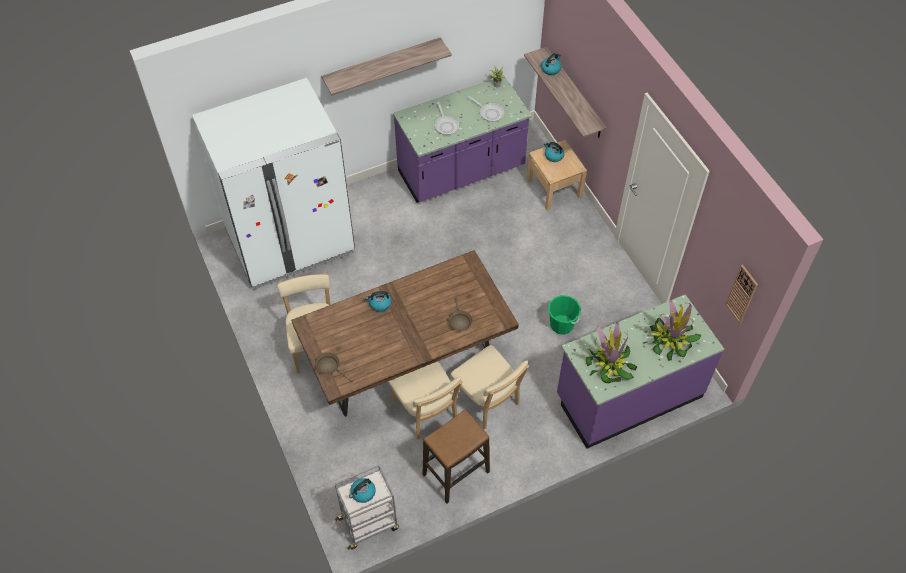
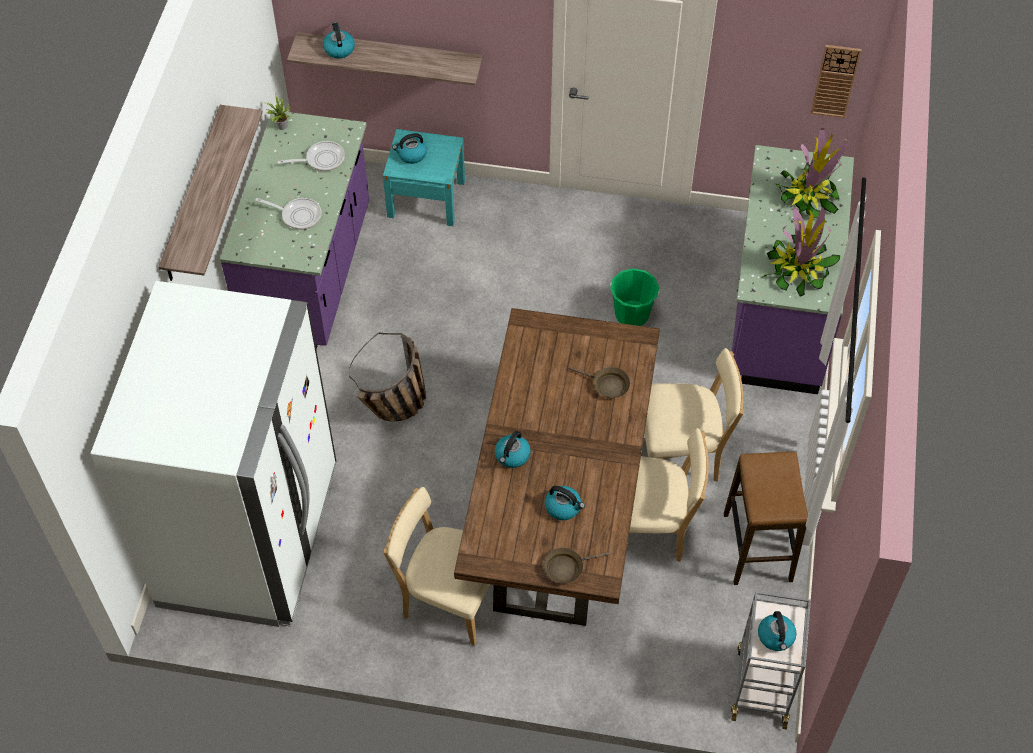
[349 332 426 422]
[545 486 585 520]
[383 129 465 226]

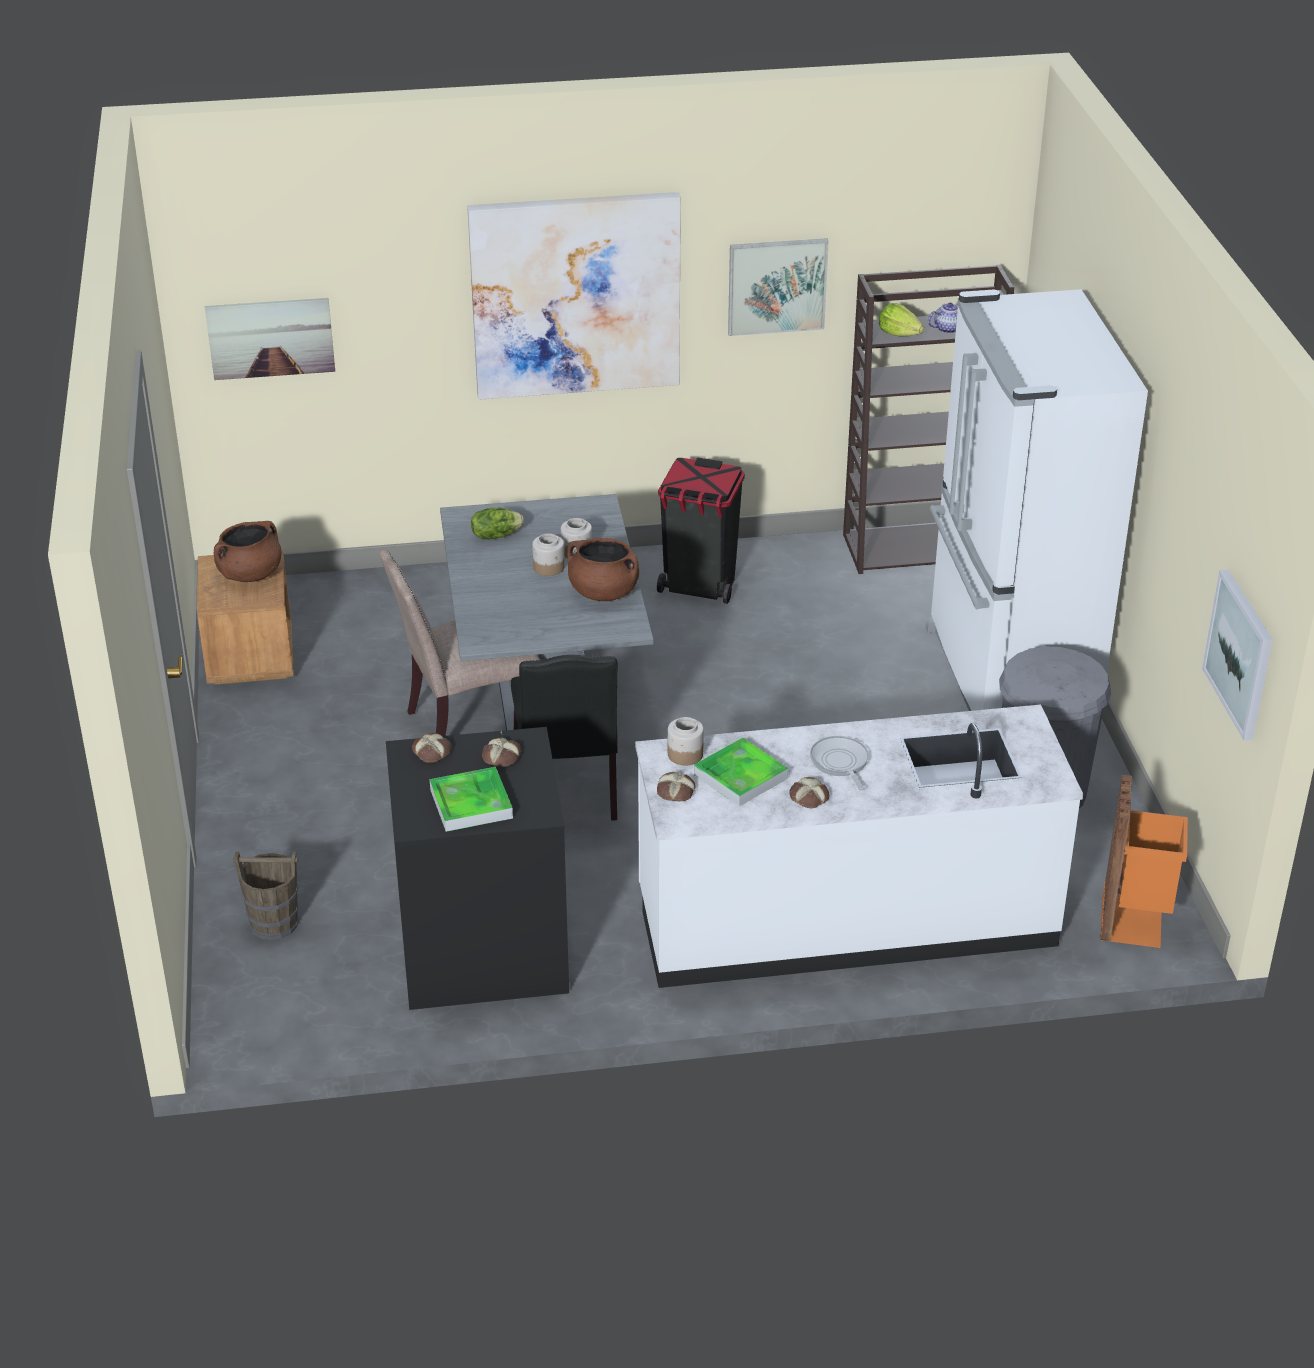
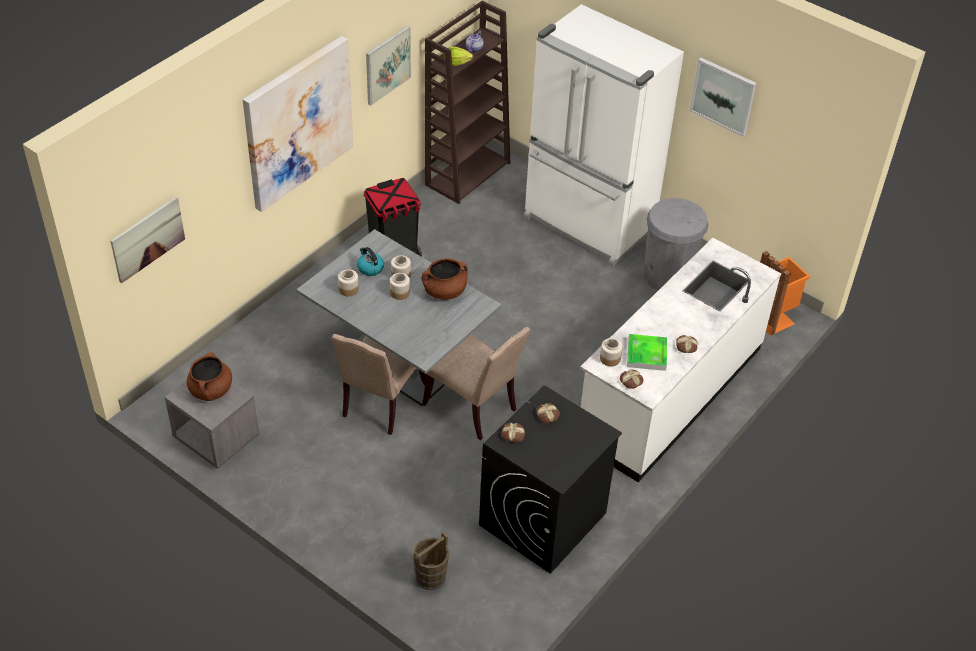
[430 767 513 832] (first image)
[810 736 869 790] (first image)
[357 247 384 276]
[690 58 756 137]
[338 269 359 296]
[165 380 259 469]
[423 327 530 440]

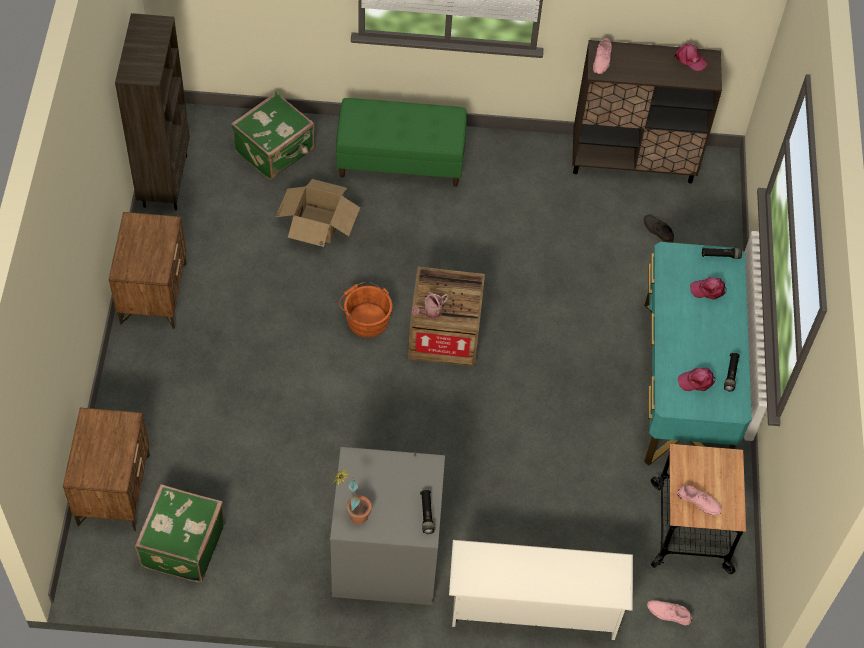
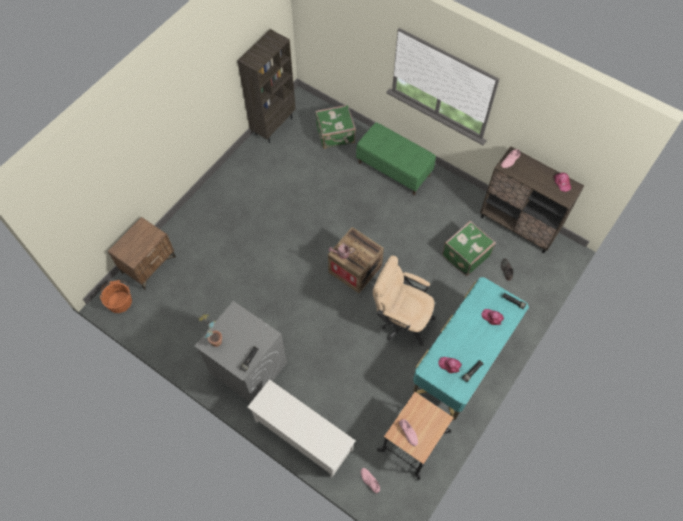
[109 212 187 329] (first image)
[276 179 360 247] (first image)
[373 255 436 346]
[442 221 496 276]
[100 280 132 313]

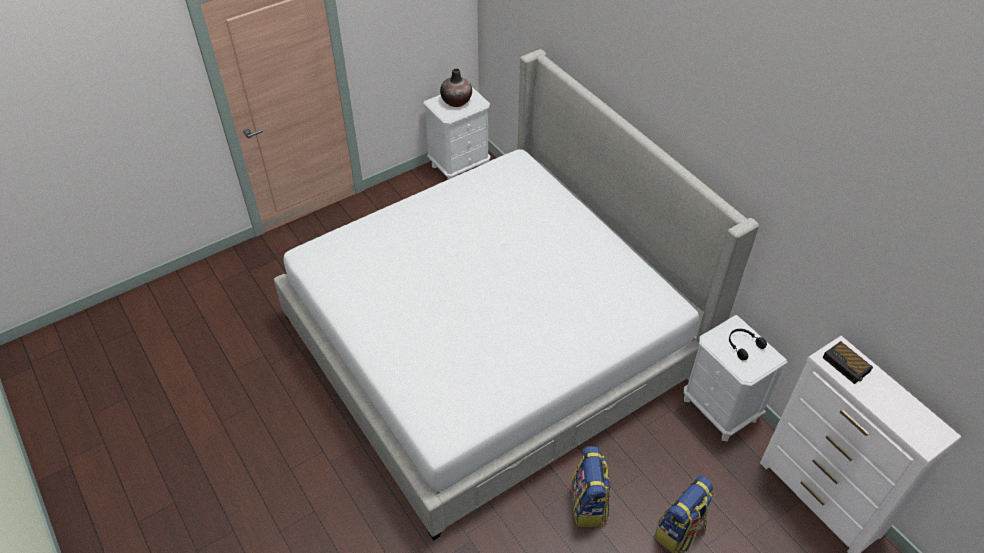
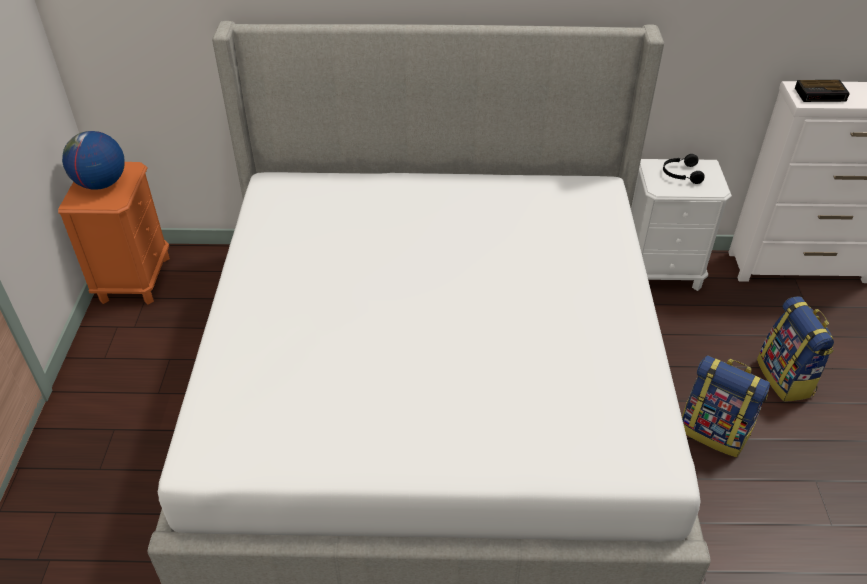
[62 131 125 190]
[58 162 170 305]

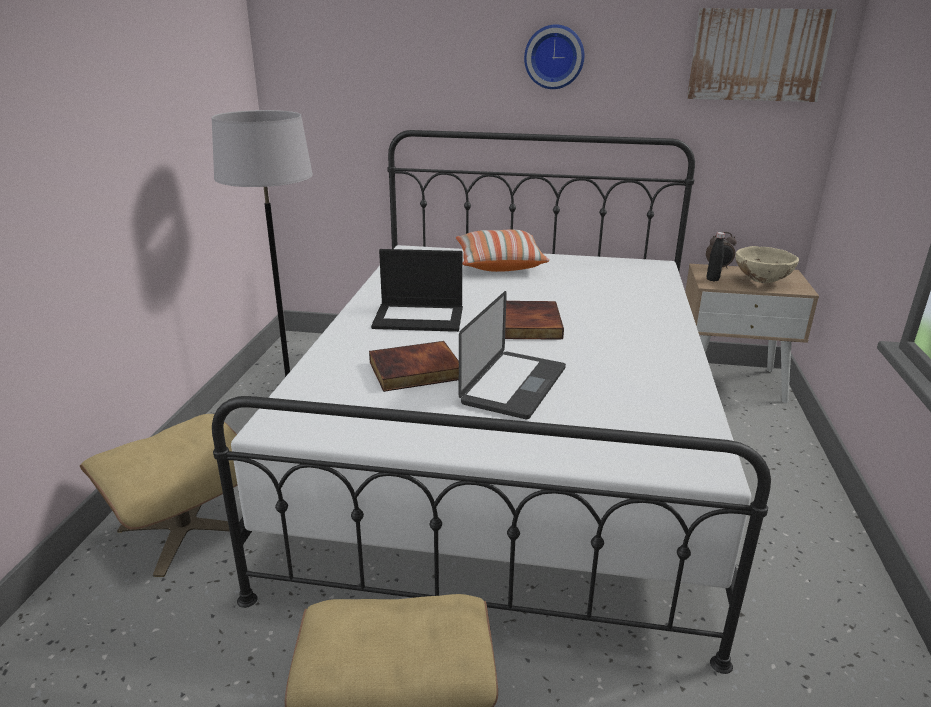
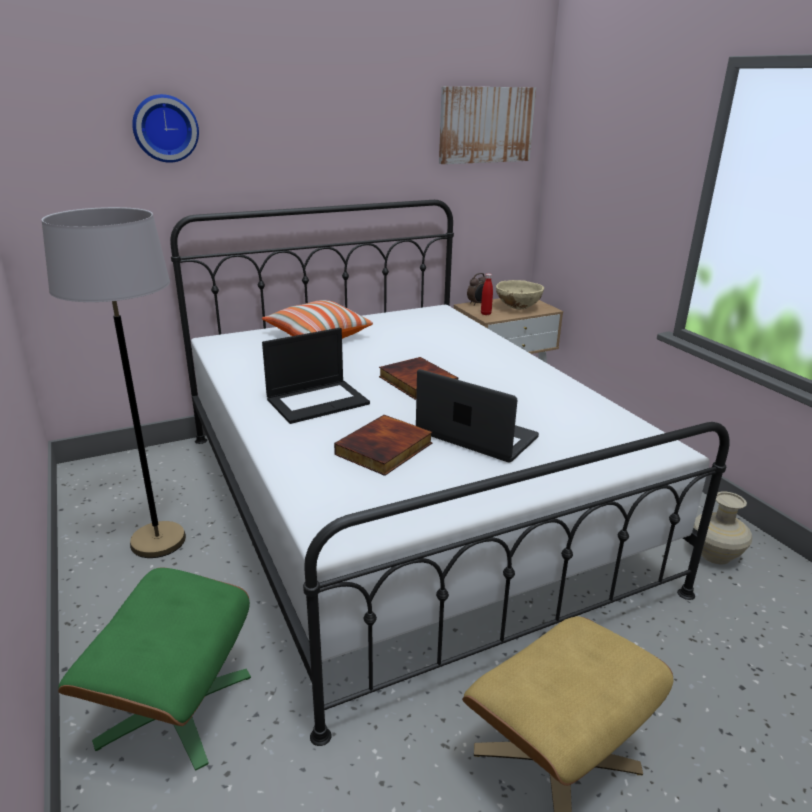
[693 491 752 565]
[132 94 199 163]
[58 567 251 771]
[481 274 493 315]
[416 369 539 462]

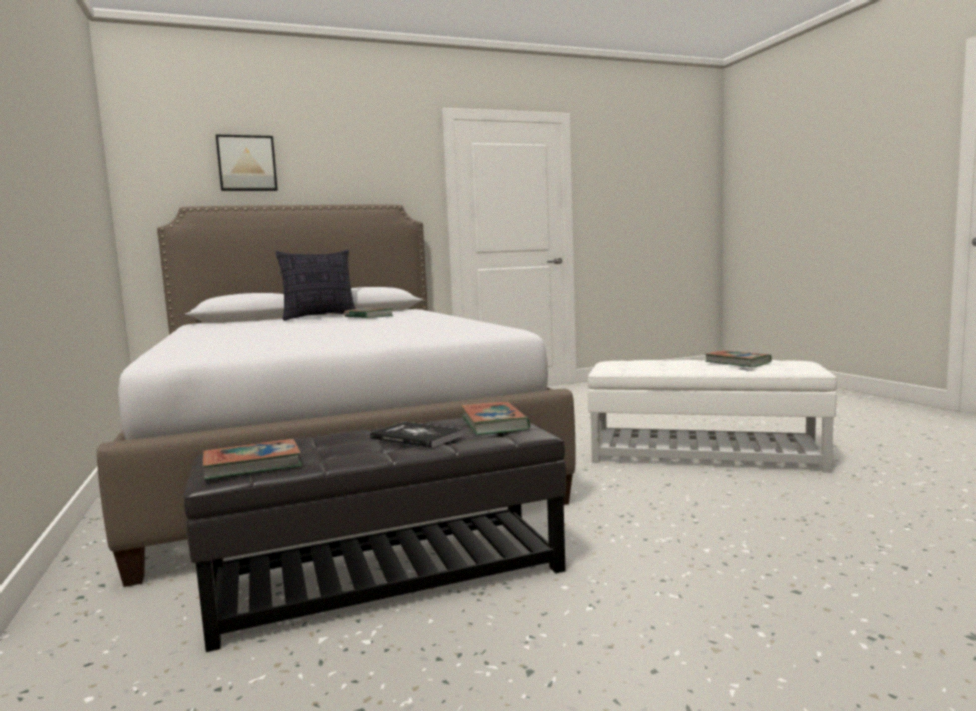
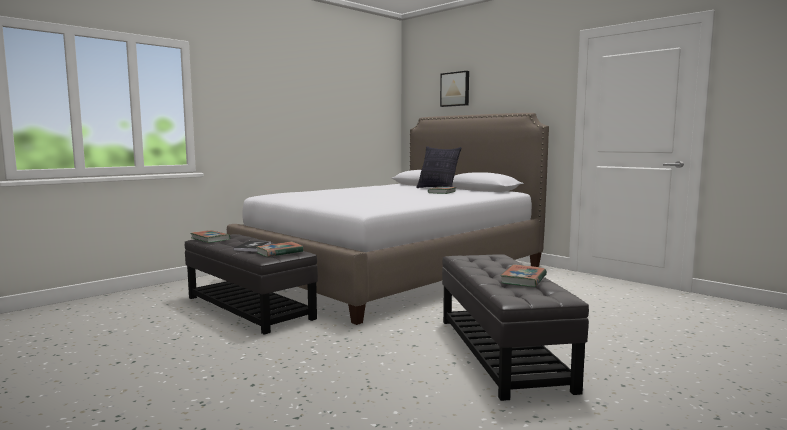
[442 254 589 401]

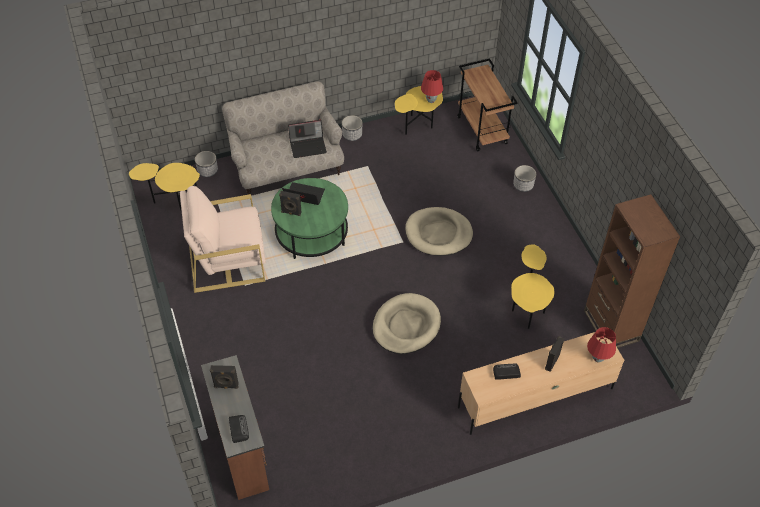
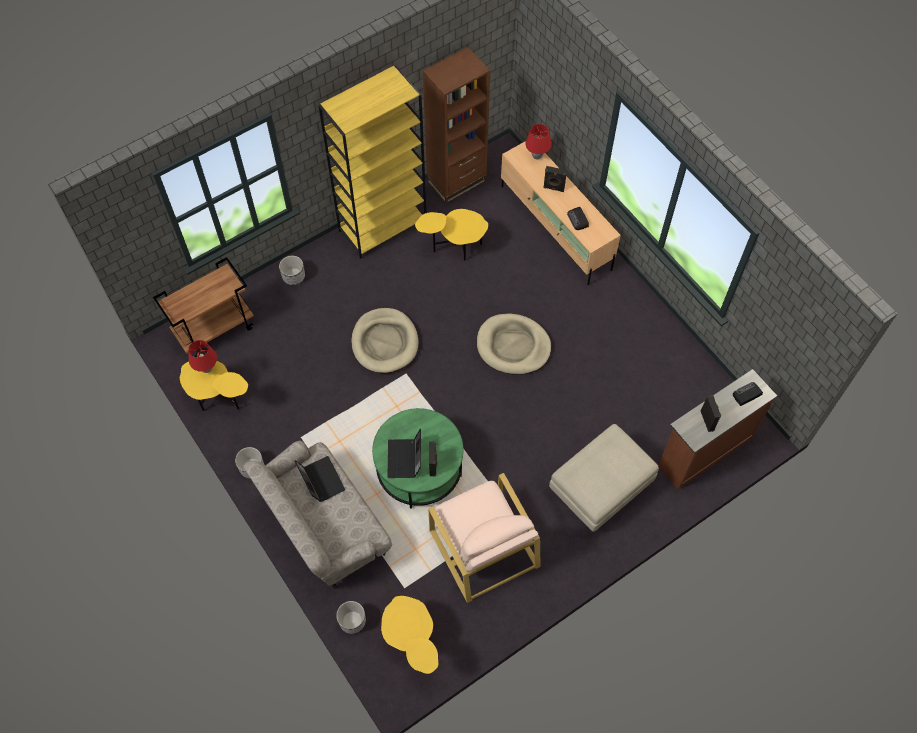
[318 66 427 259]
[549 424 659 534]

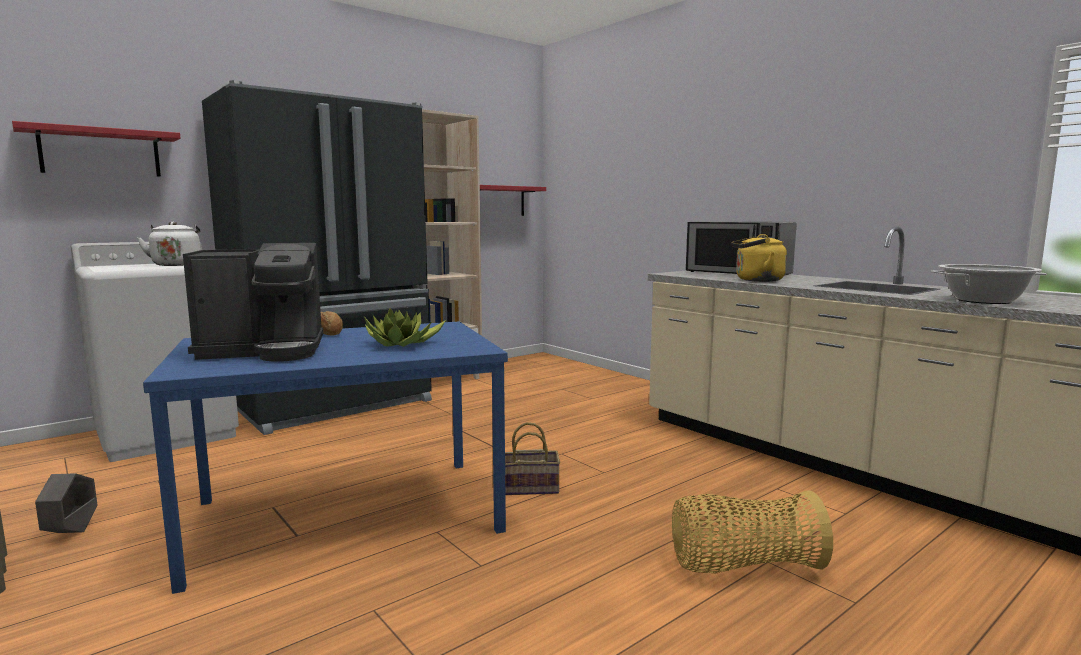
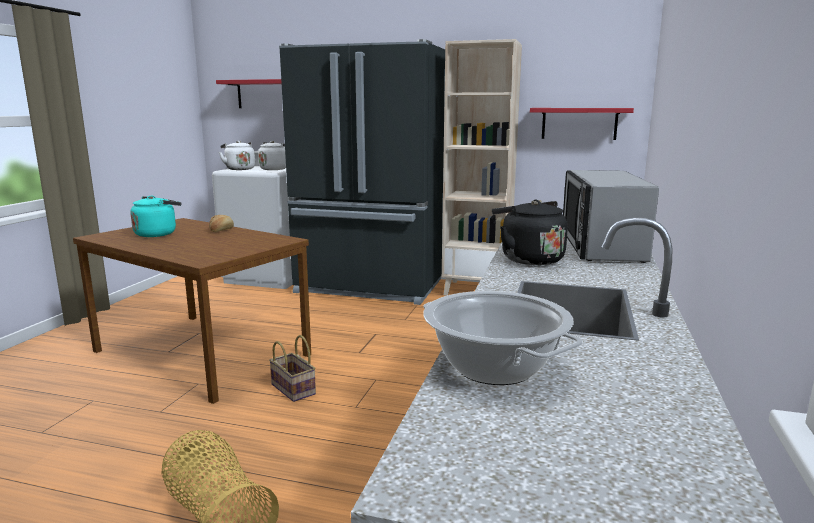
[35 473 97 533] (first image)
[364 308 446 347] (first image)
[219 141 255 170]
[130 196 181 237]
[73 218 311 404]
[492 200 568 265]

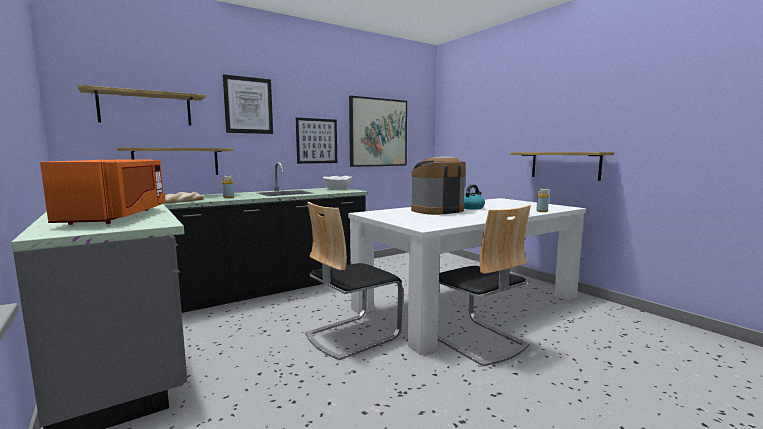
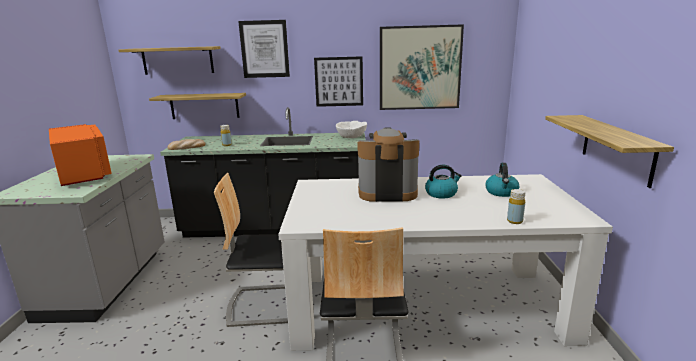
[485 163 519 197]
[49 124 112 186]

